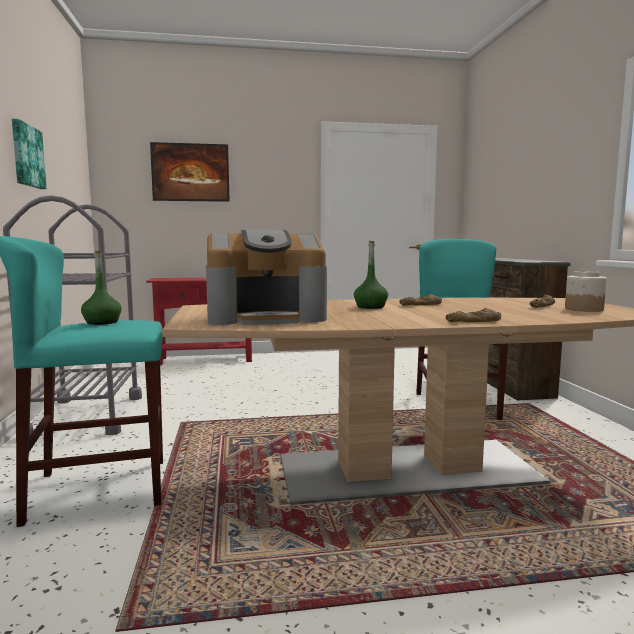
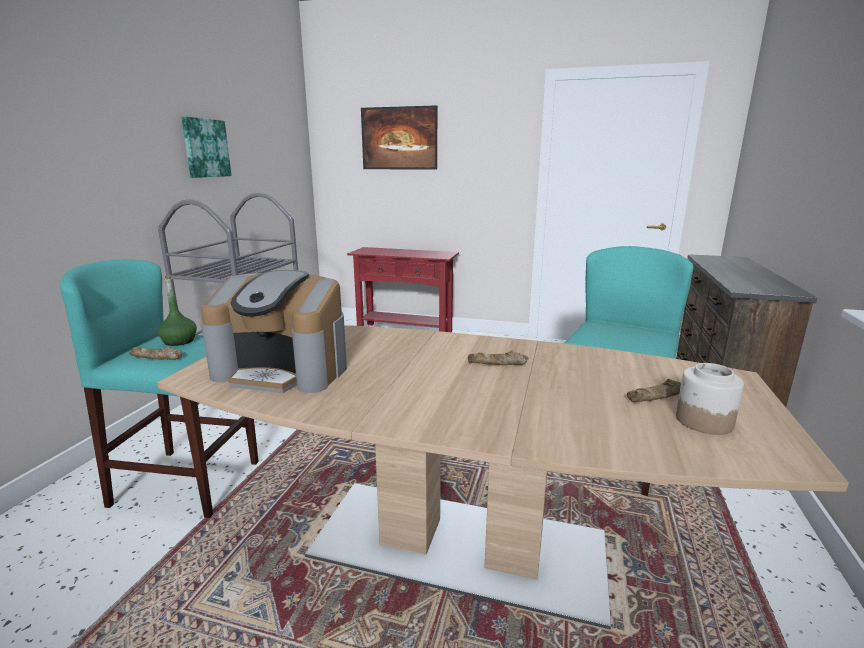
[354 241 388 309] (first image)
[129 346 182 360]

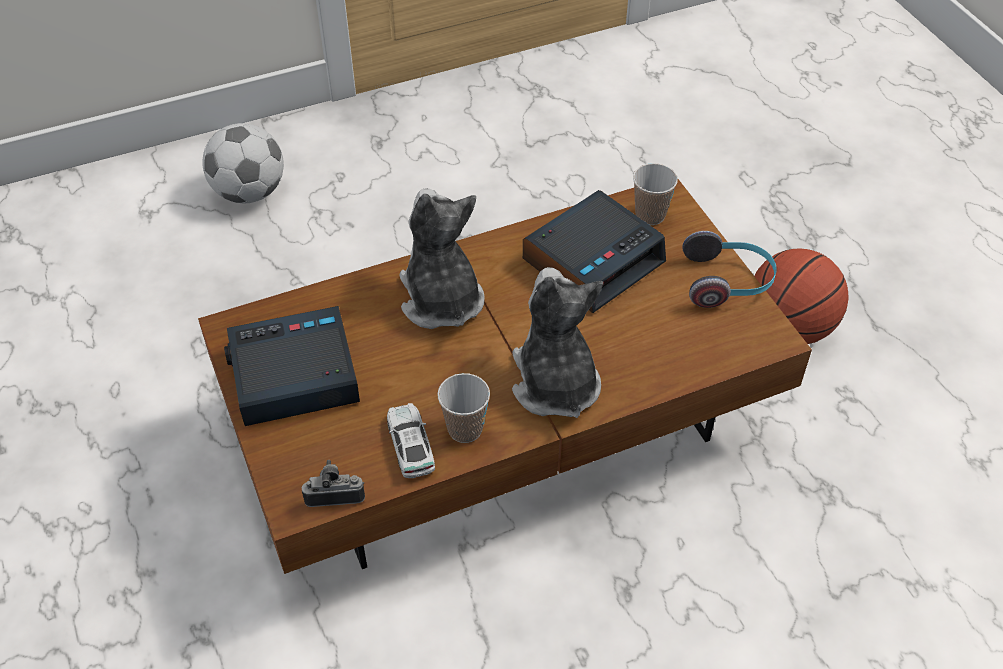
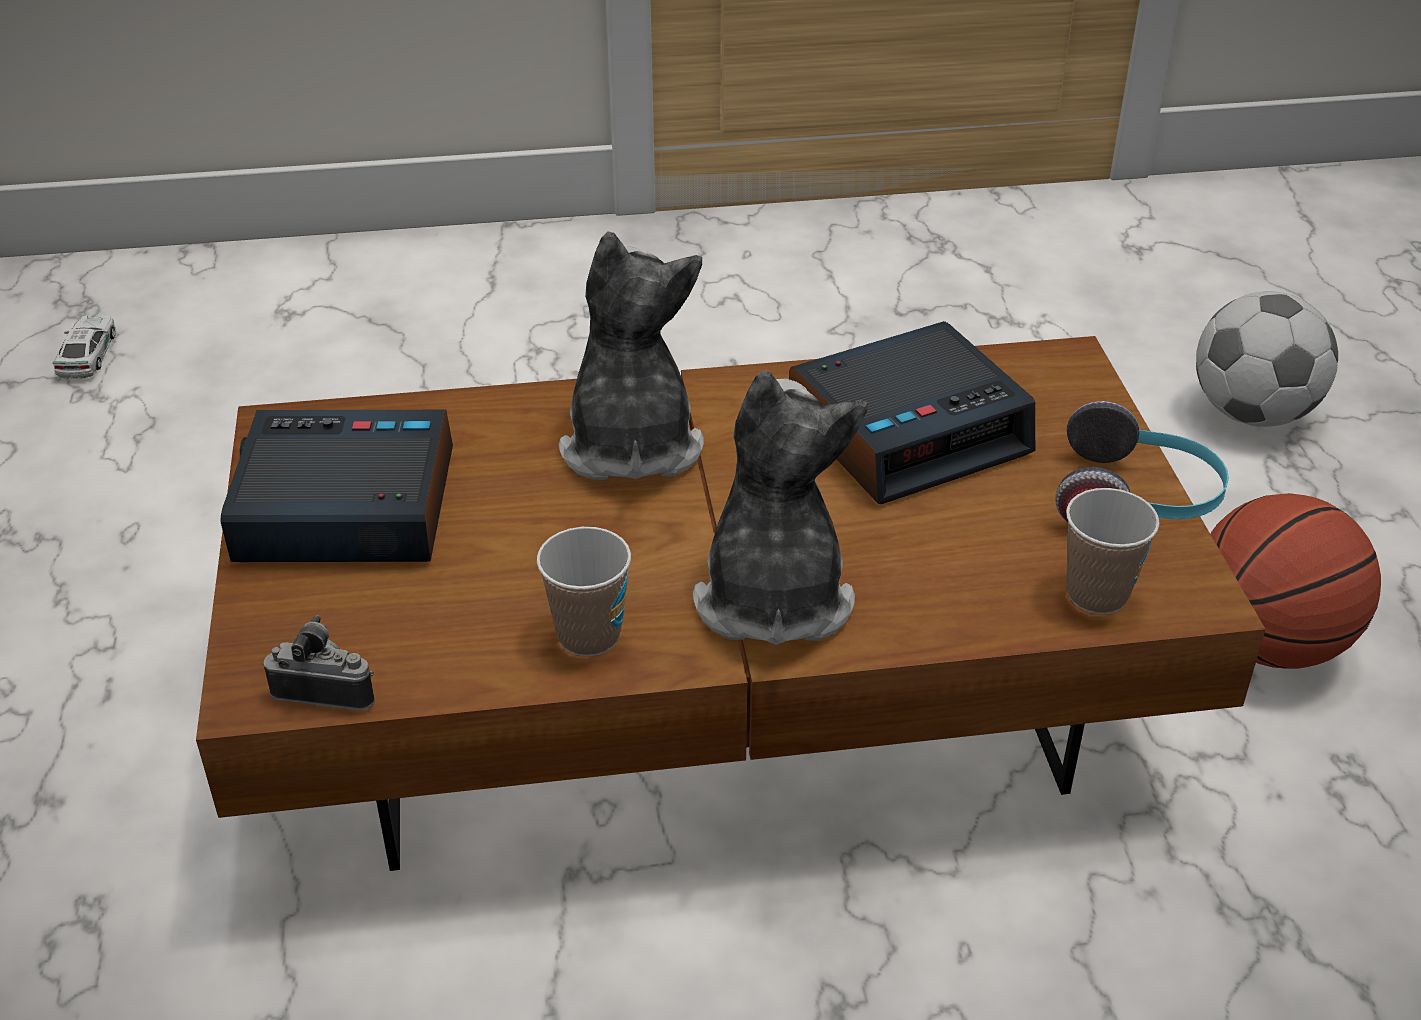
[1196 291 1338 427]
[52 315 116 379]
[1066 488 1160 614]

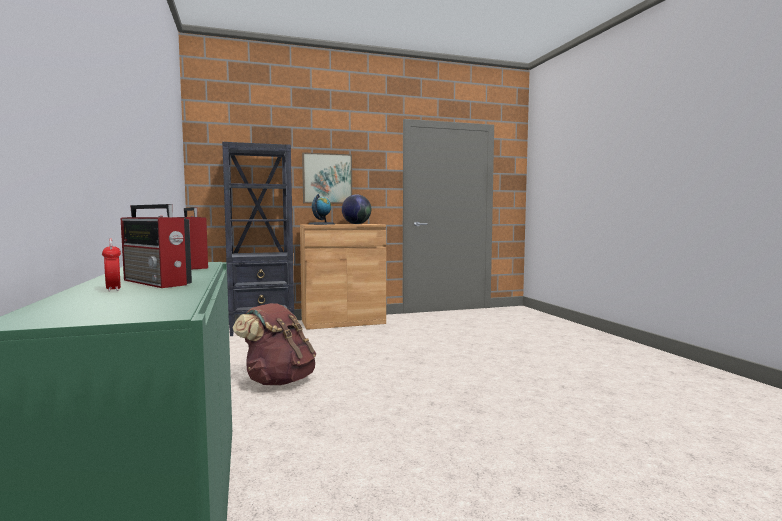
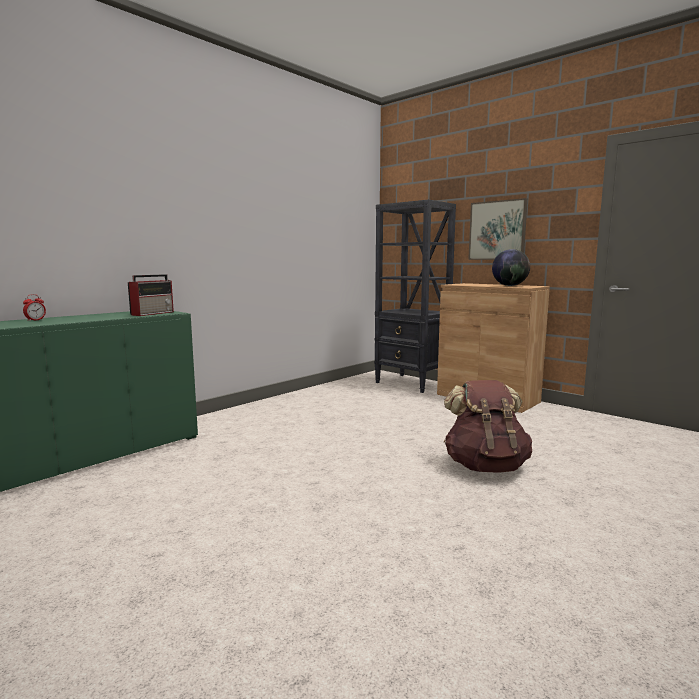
[121 204 192 288] (first image)
[308 194 335 225] (first image)
[444 380 532 473]

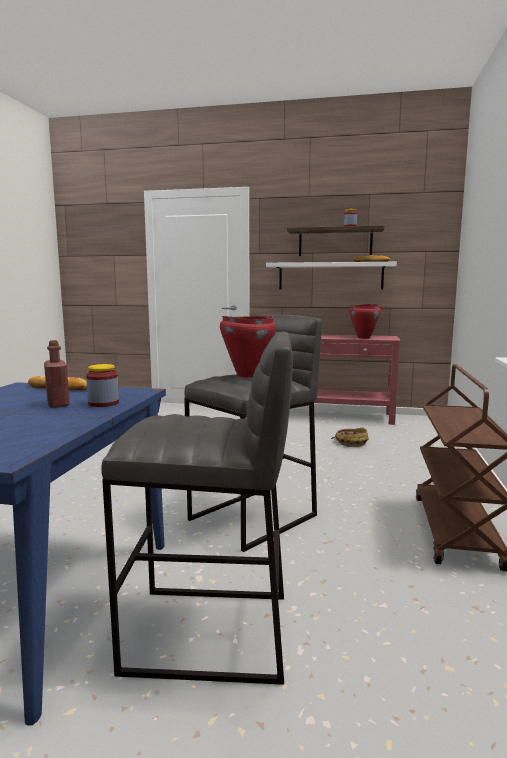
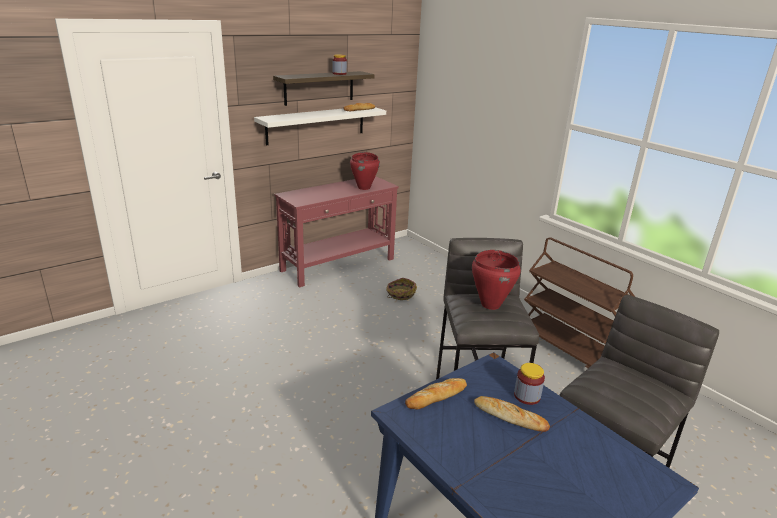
[474 396 550 432]

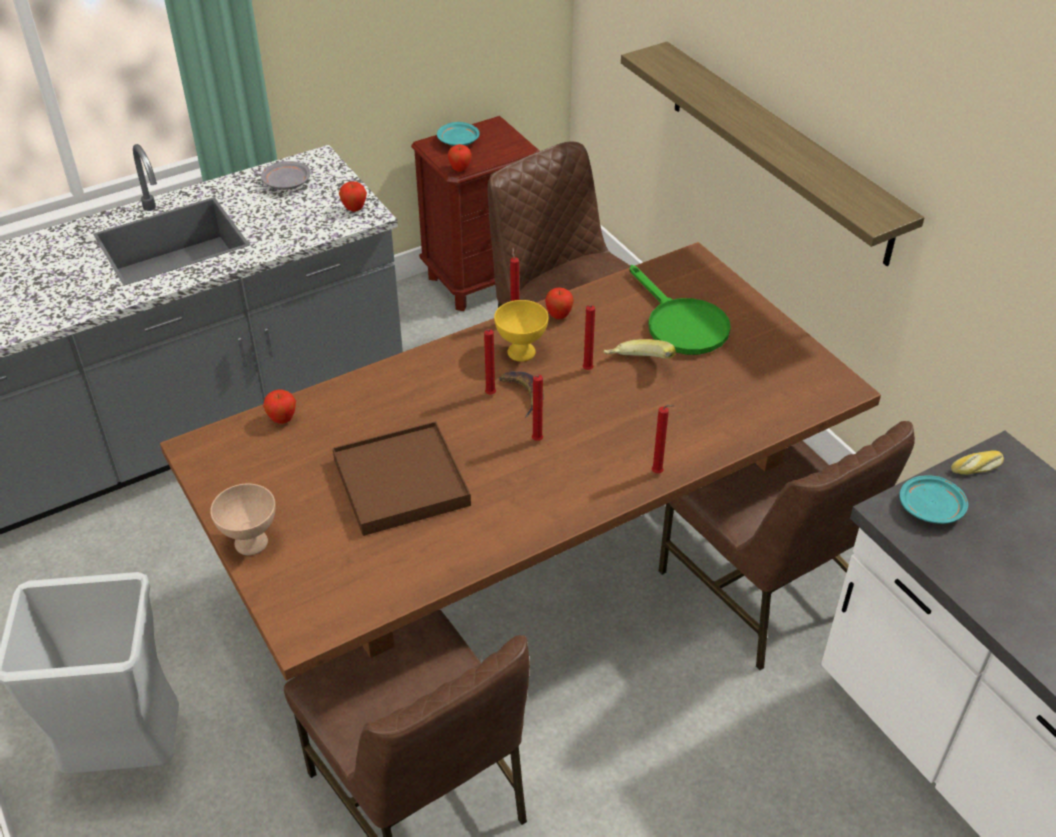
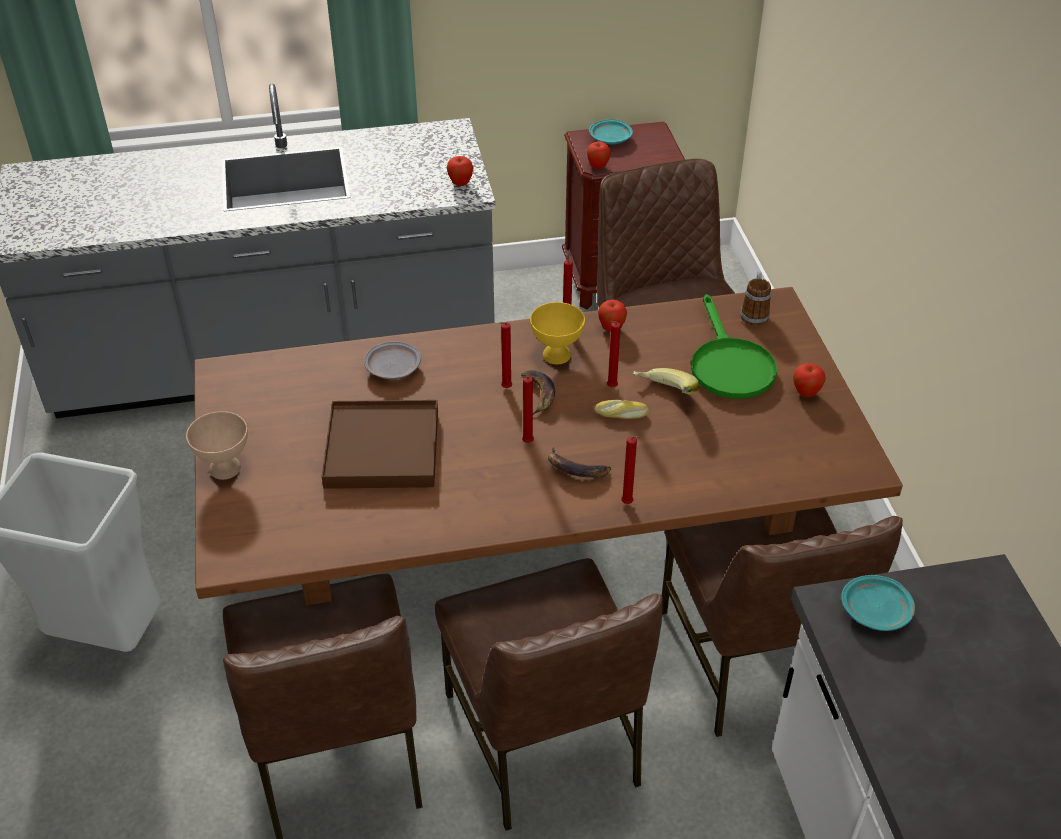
[621 42 924 266] (first image)
[435 558 663 831]
[548 448 611 477]
[740 272 771 326]
[364 341 421 380]
[793 363 826 397]
[595 400 649 419]

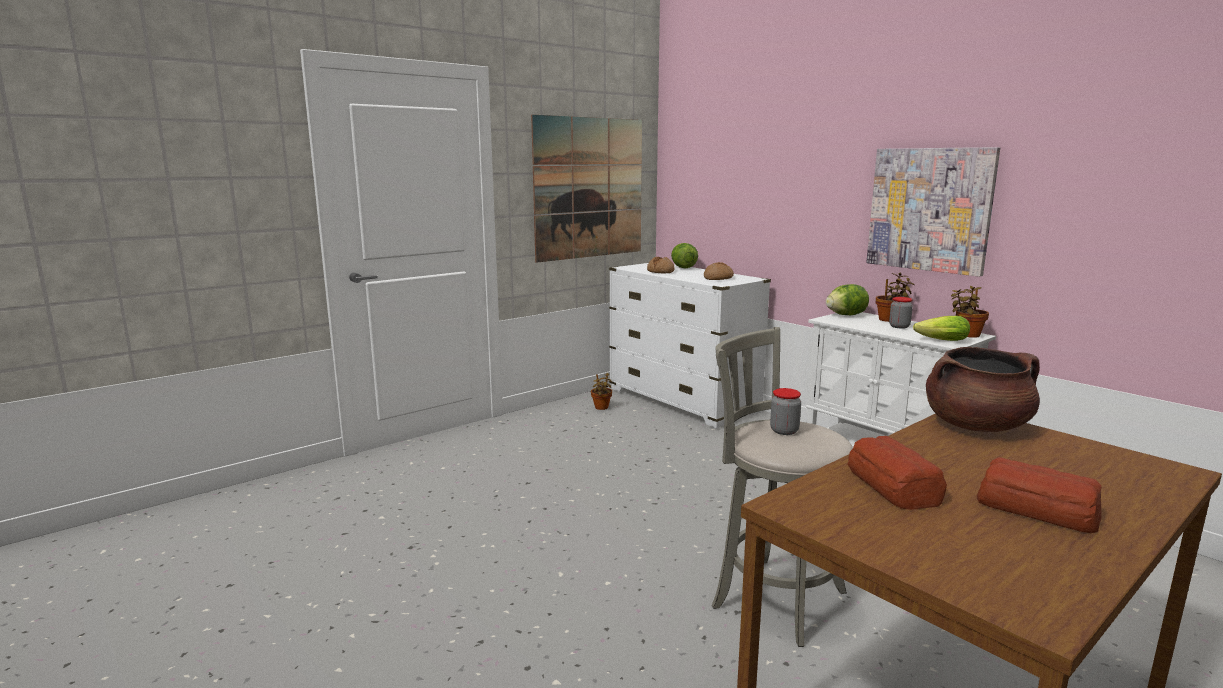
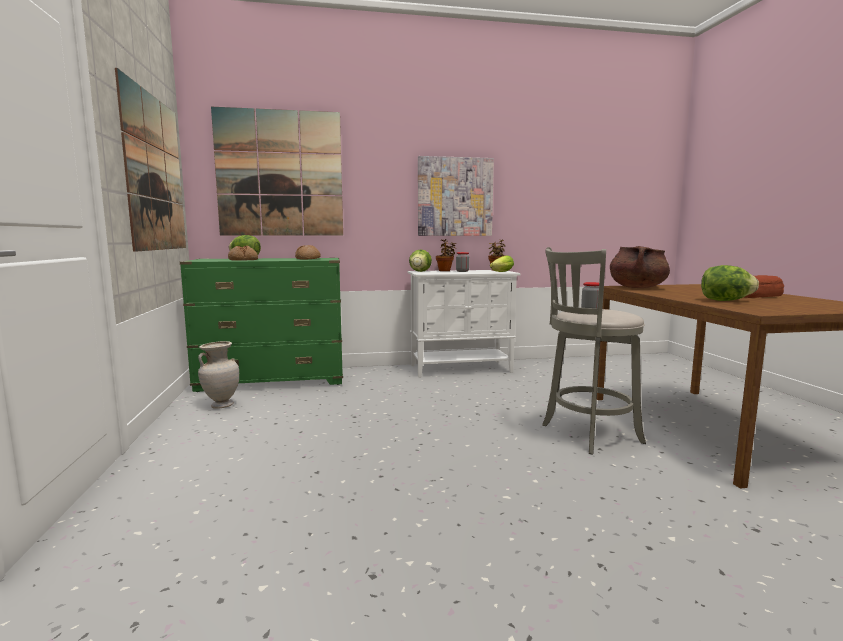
[211 107 343 236]
[198 341 239 409]
[701 265 759 301]
[180 258 343 392]

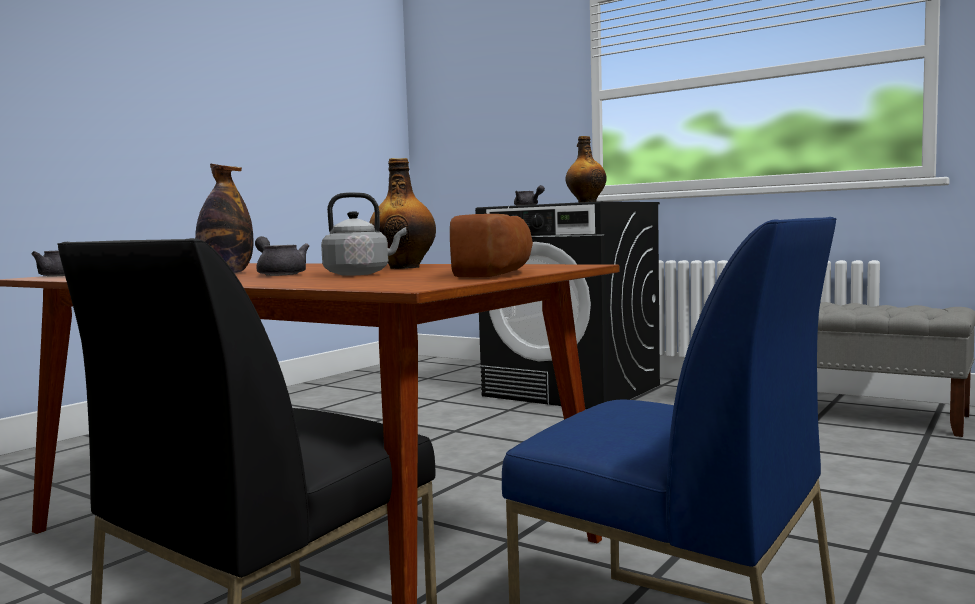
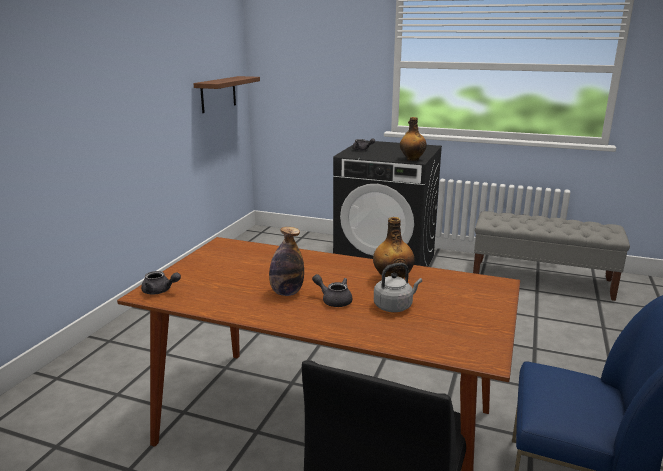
[450 214 533 277] (first image)
[193 76 260 113]

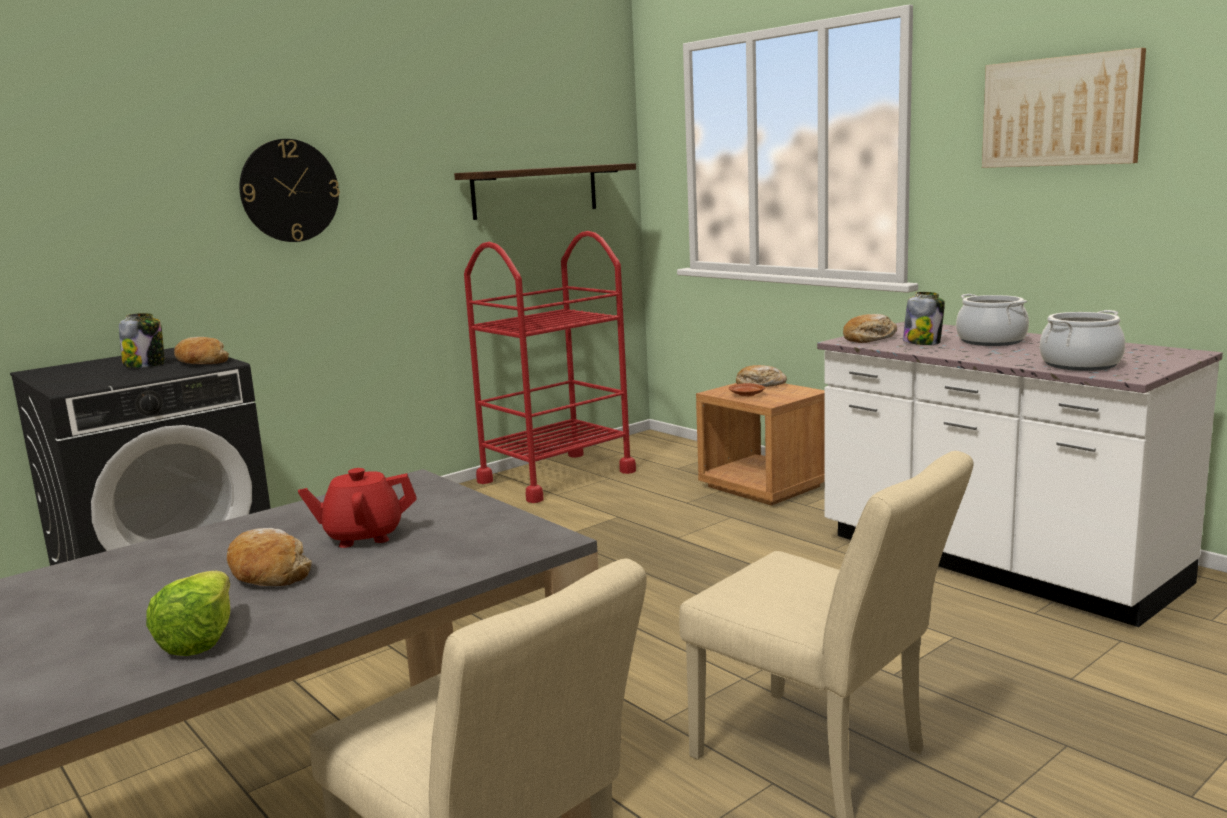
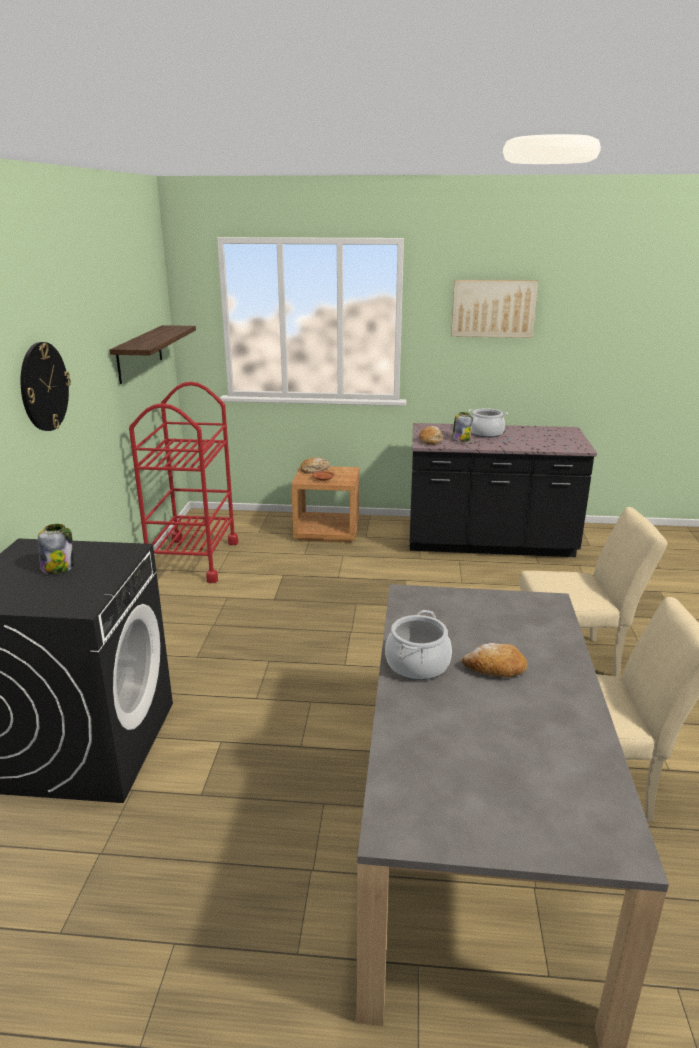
[146 571 230 656] (first image)
[174 337 229 364] (first image)
[298 468 416 548] (first image)
[385 610 452 680]
[409 423 597 557]

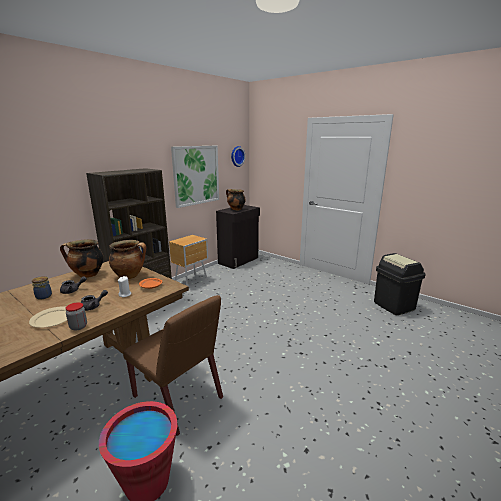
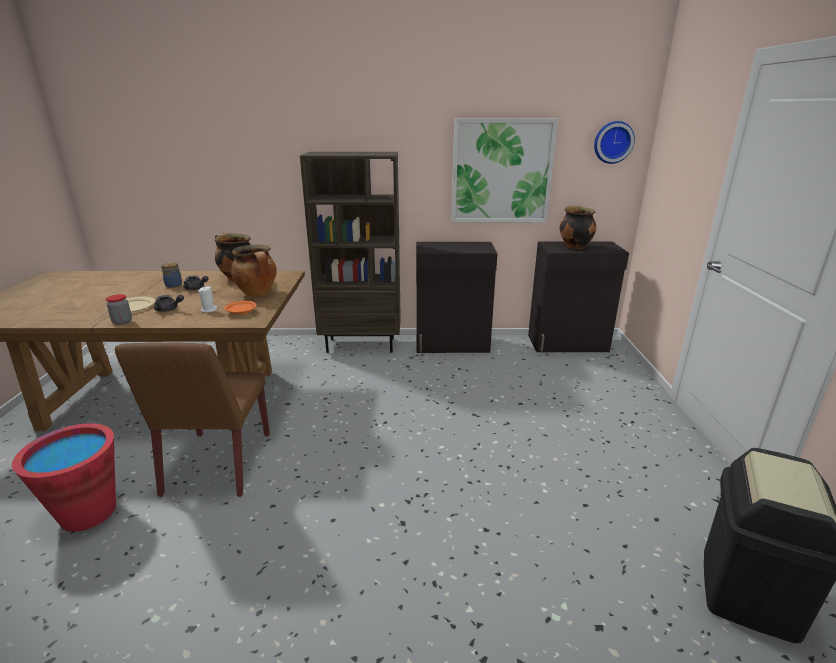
[416 242 498 353]

